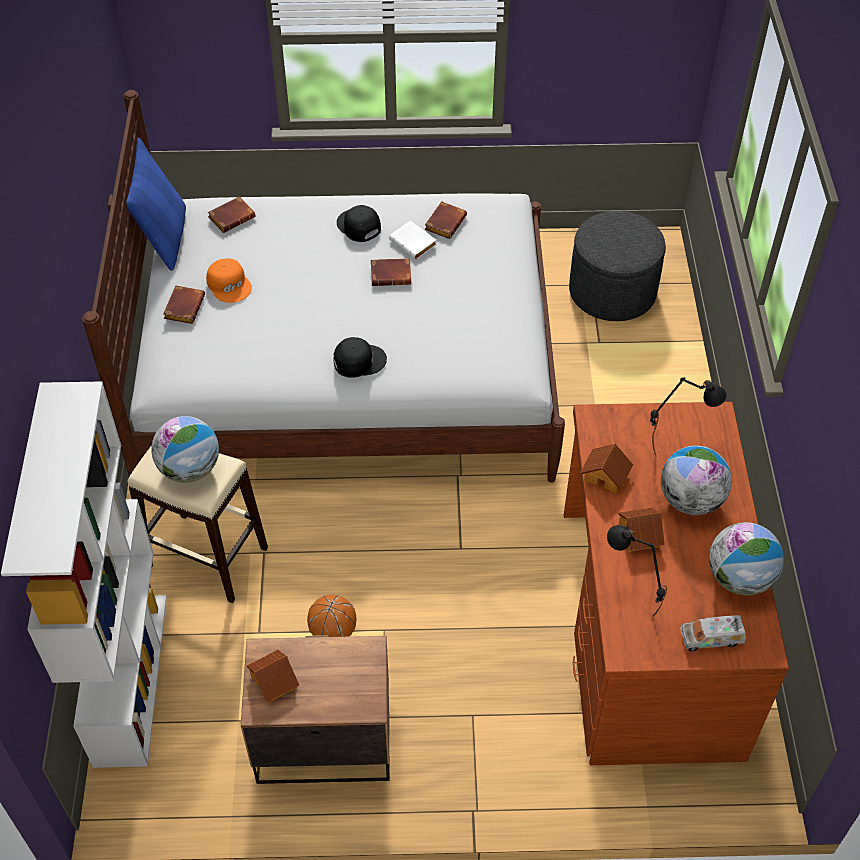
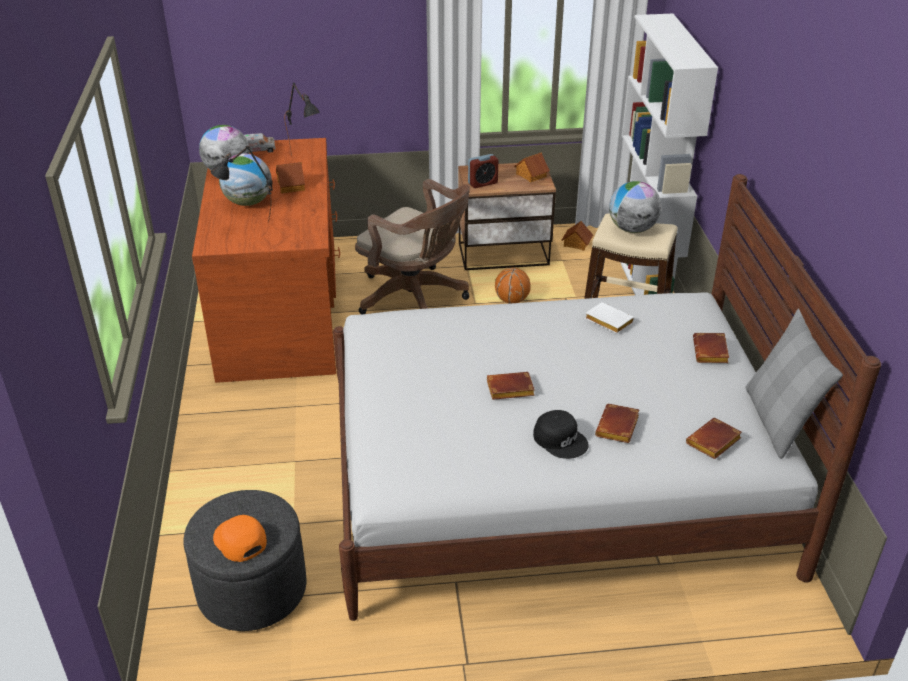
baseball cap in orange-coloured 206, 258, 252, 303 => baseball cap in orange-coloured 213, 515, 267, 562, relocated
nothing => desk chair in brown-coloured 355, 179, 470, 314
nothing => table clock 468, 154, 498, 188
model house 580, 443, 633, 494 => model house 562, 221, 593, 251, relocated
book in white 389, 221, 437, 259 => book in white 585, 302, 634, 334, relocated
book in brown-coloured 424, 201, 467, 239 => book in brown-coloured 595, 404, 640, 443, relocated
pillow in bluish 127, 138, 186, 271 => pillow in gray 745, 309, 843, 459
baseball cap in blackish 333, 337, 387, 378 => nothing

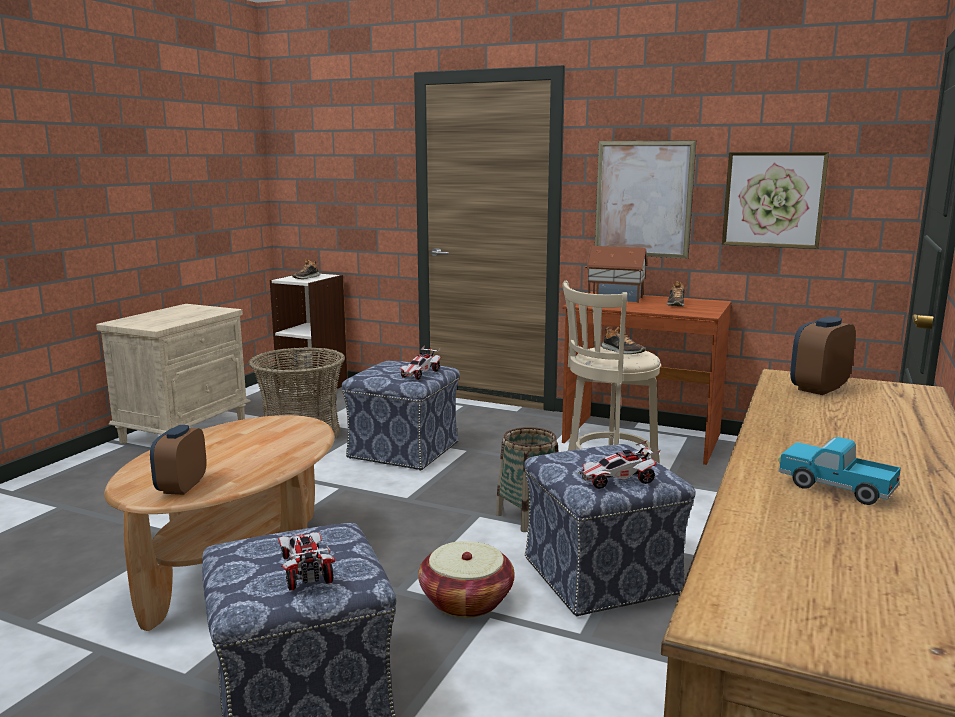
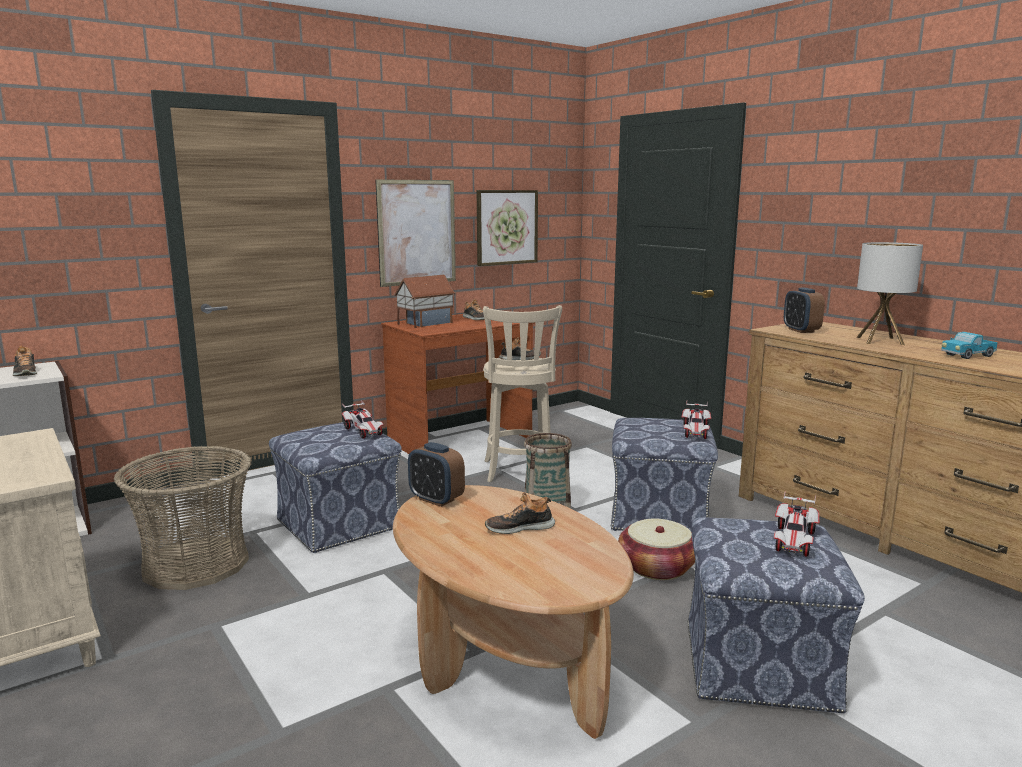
table clock 150, 425, 207, 495 => table clock 408, 442, 465, 507, relocated
nothing => shoe 485, 492, 555, 534
toy car 278, 532, 335, 591 => toy car 774, 491, 819, 556, 75 degrees counterclockwise
nothing => table lamp 857, 242, 923, 345

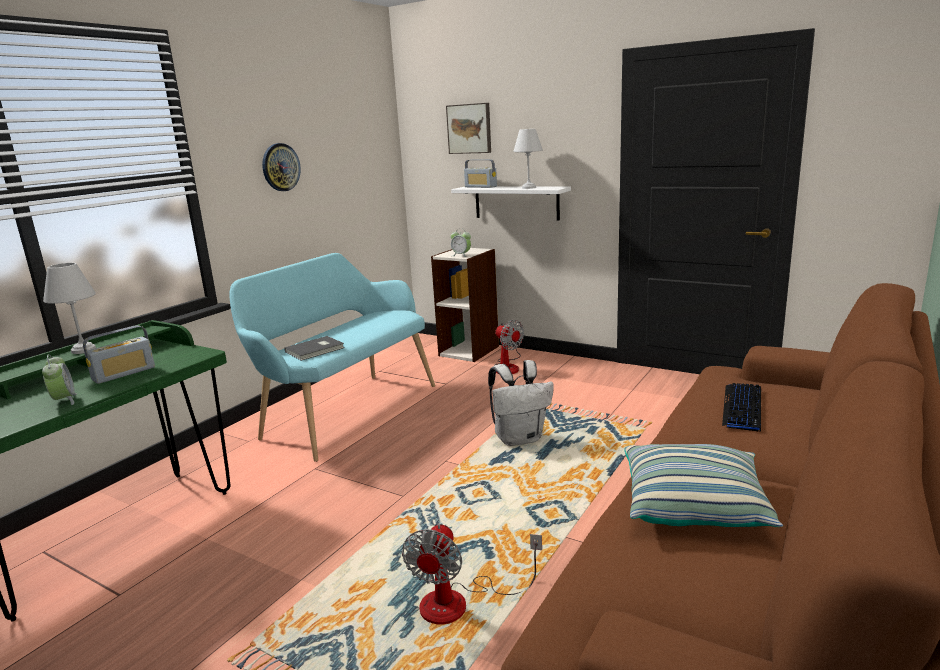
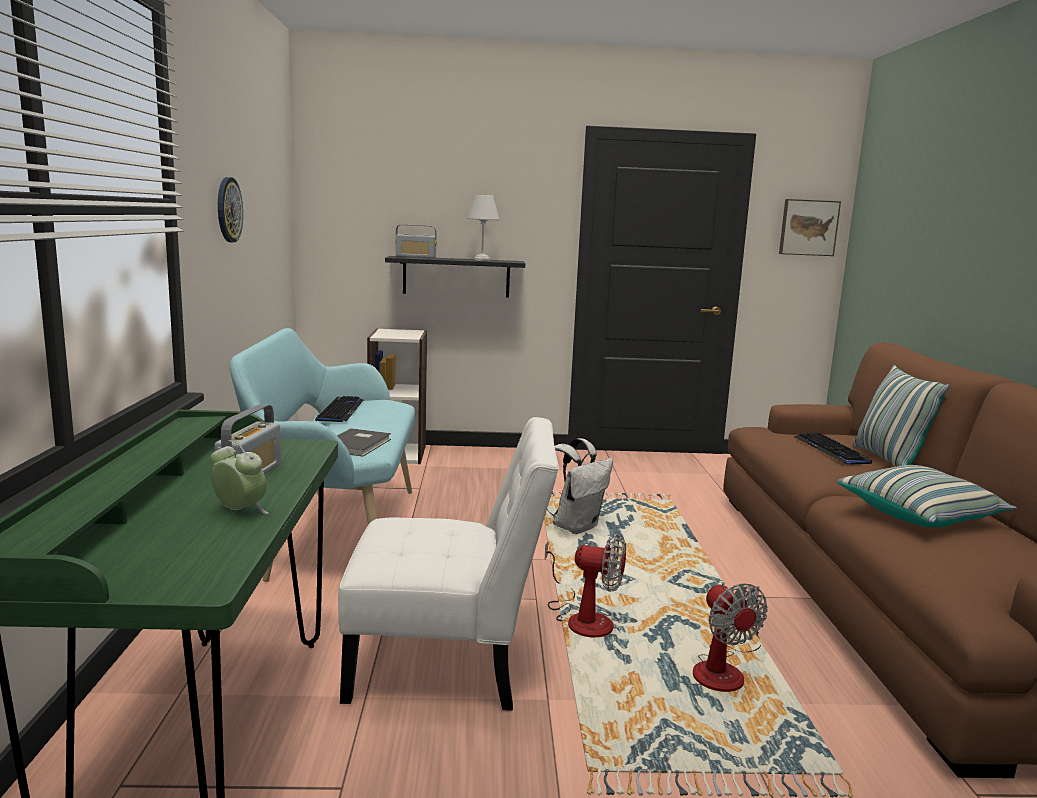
nothing => PC keyboard 315, 396, 363, 422
nothing => chair in white 338, 417, 559, 711
bracket shelf in white 451, 186, 571, 220 => bracket shelf in blackish 385, 256, 525, 298
fan 494, 320, 524, 374 => fan 545, 533, 626, 638, relocated
picture 446, 103, 491, 154 => picture 779, 199, 841, 256, relocated
nothing => pillow 853, 365, 950, 467
table lamp in white 43, 263, 96, 354 => nothing
table clock 451, 228, 471, 257 => nothing

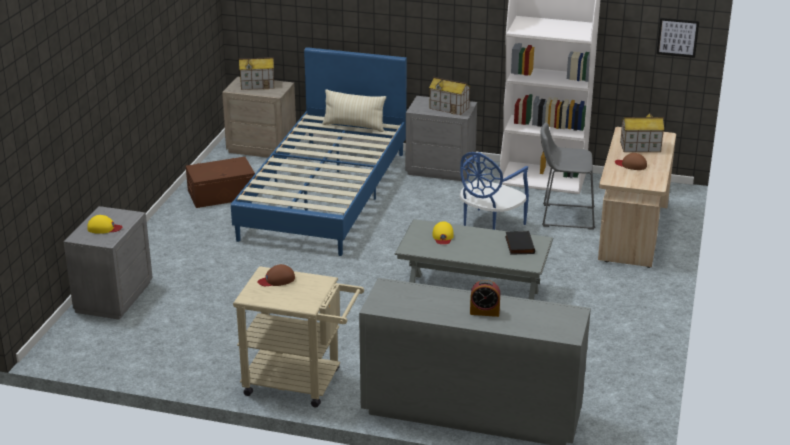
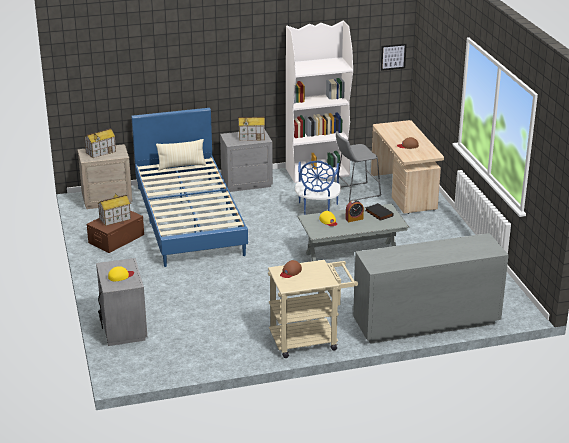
model house 620, 112, 664, 152 => model house 98, 193, 131, 226, relocated
table clock 470, 280, 500, 317 => table clock 345, 200, 364, 222, relocated

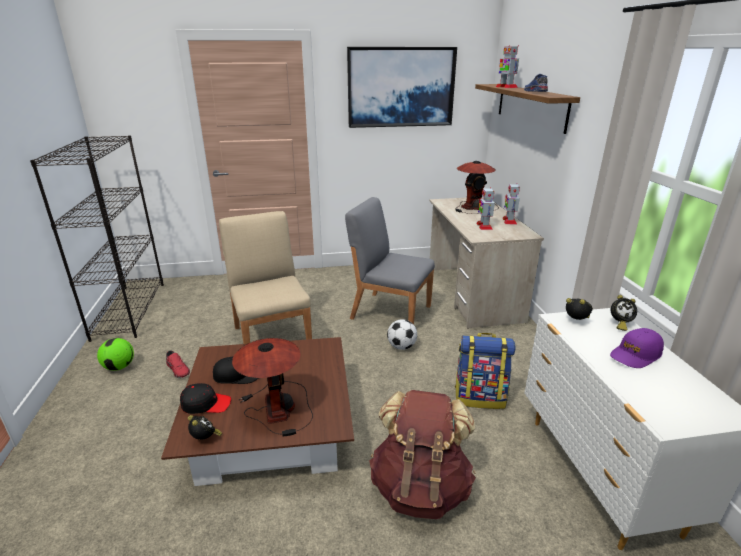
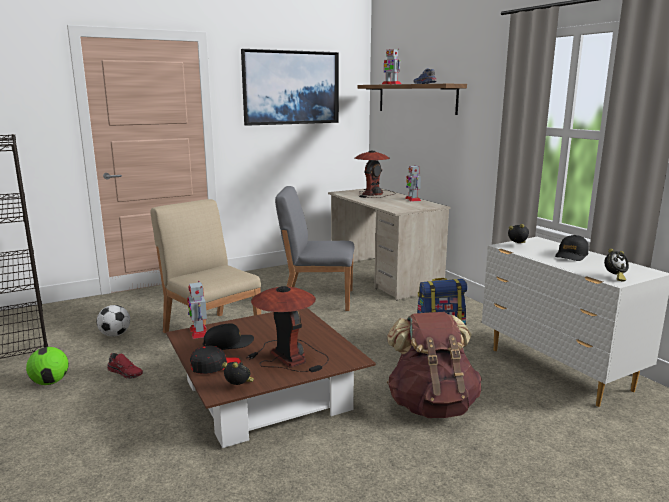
ball for football 387, 319, 417, 350 => ball for football 96, 305, 130, 337, relocated
toy robot 477, 187, 495, 230 => toy robot 187, 281, 207, 339, relocated
baseball cap in purplish 610, 328, 664, 368 => baseball cap in blackish 555, 235, 589, 261
table clock 611, 295, 637, 331 => table clock 604, 249, 629, 281, relocated

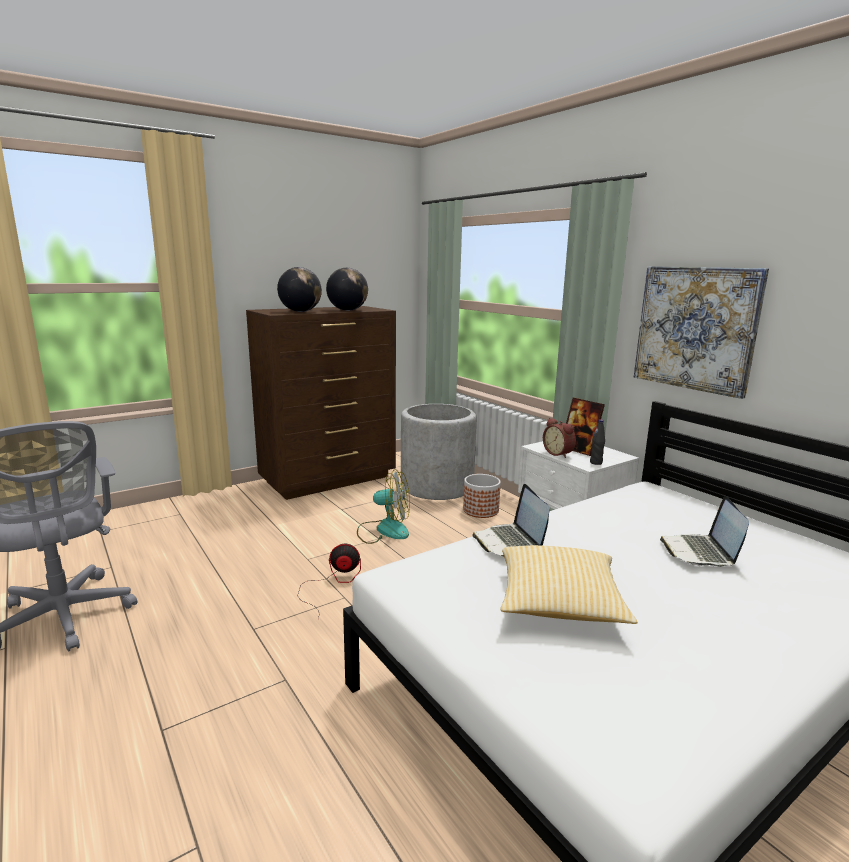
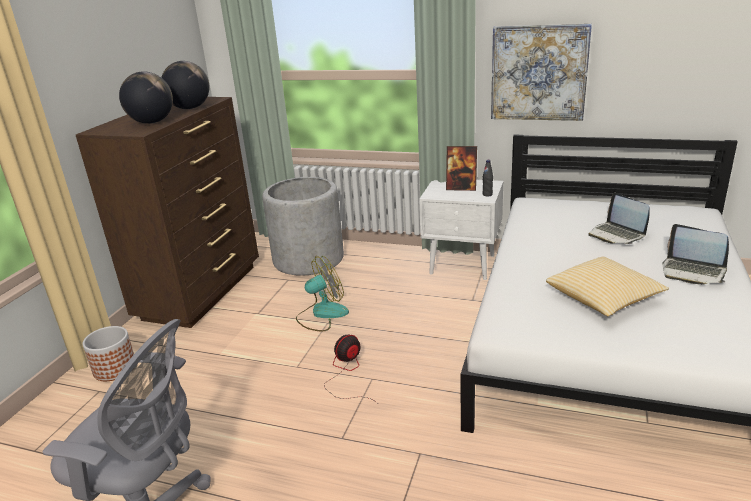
flower pot 463, 474, 501, 518 => flower pot 83, 326, 134, 381, relocated
notebook computer 472, 484, 550, 557 => notebook computer 662, 224, 729, 285, relocated
table clock 543, 418, 576, 458 => nothing

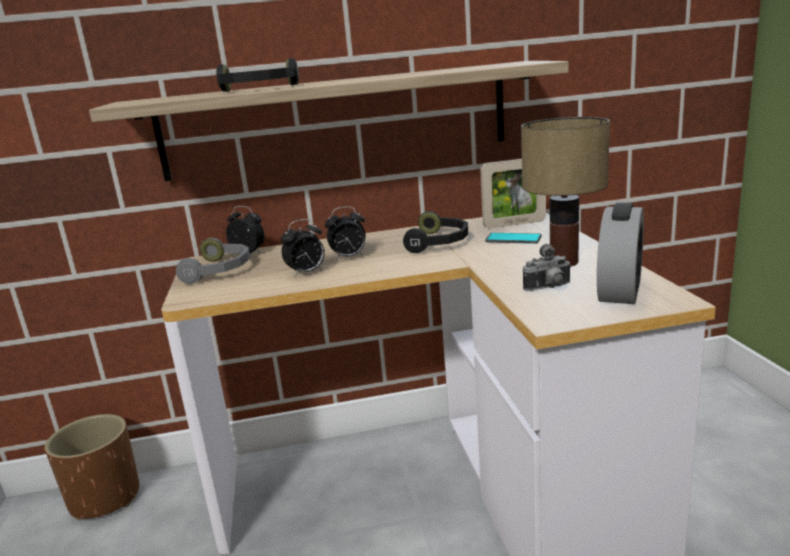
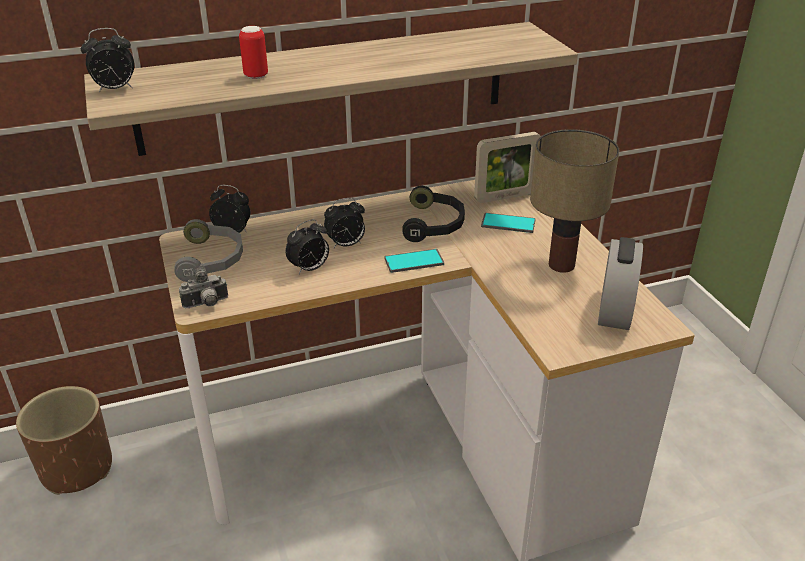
nothing => table clock 81, 28, 134, 92
still camera 523, 244, 571, 291 => still camera 179, 265, 228, 308, relocated
pair of headphones in blackish 216, 58, 299, 91 => metal can 239, 26, 268, 79
nothing => telephone 385, 249, 444, 273

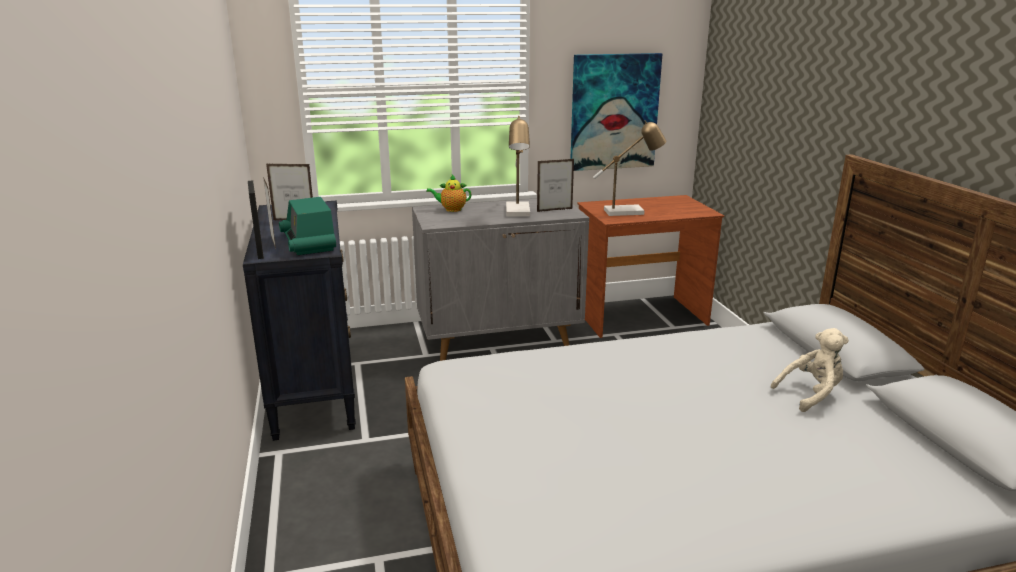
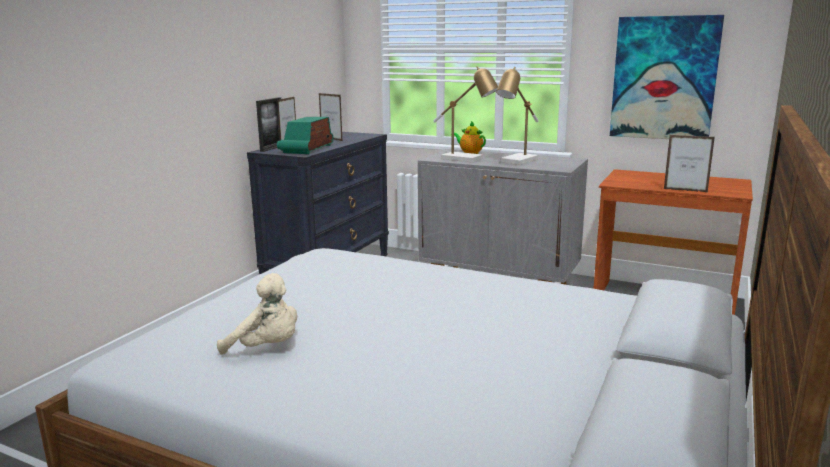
soft toy in sand-coloured 771, 328, 849, 412 => soft toy in sand-coloured 217, 273, 297, 355, relocated
table lamp 593, 120, 666, 216 => table lamp 433, 66, 498, 162, relocated
photo frame 537, 159, 574, 212 => photo frame 664, 135, 715, 192, relocated

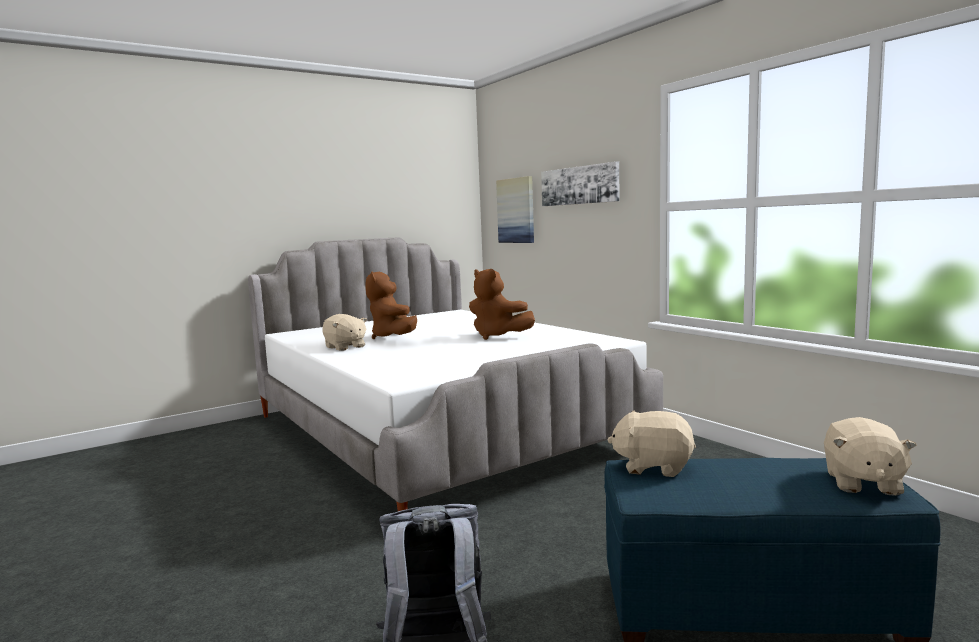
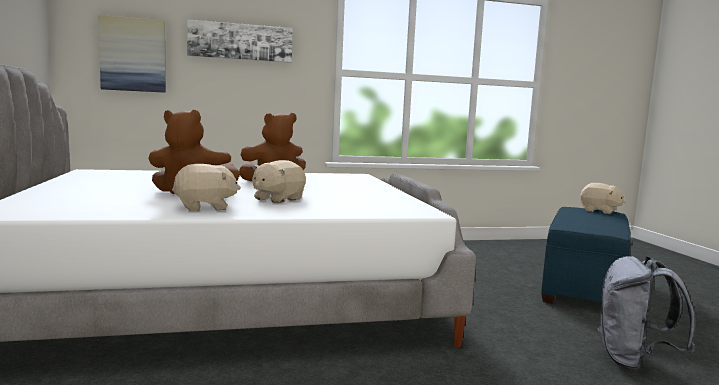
soft toy in sand-coloured 608, 410, 696, 477 => soft toy in sand-coloured 252, 160, 306, 203, relocated

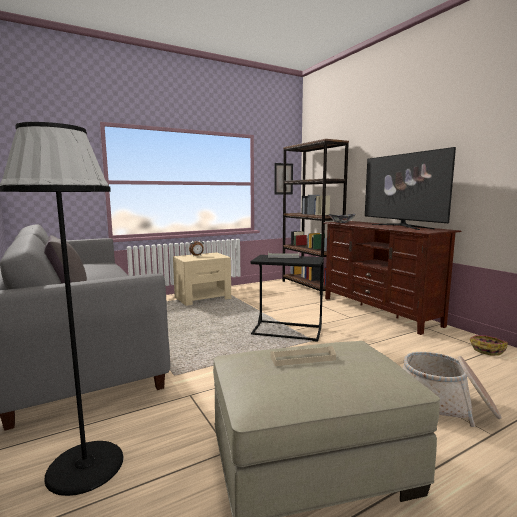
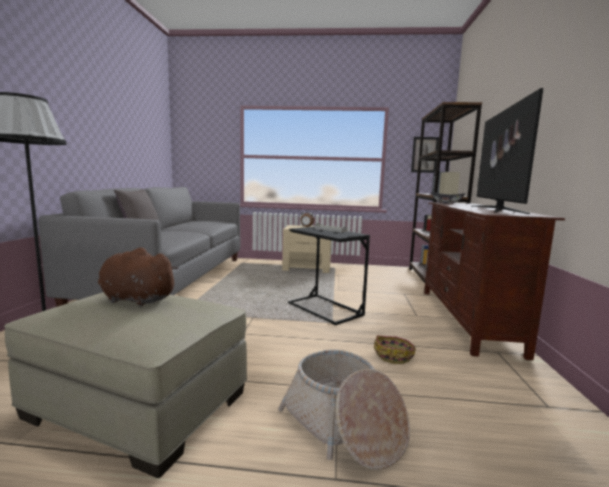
serving tray in sand-coloured 271, 346, 336, 366 => soft toy in brown-coloured 98, 248, 179, 306
household basket 469, 335, 508, 356 => household basket 374, 335, 416, 364, relocated

